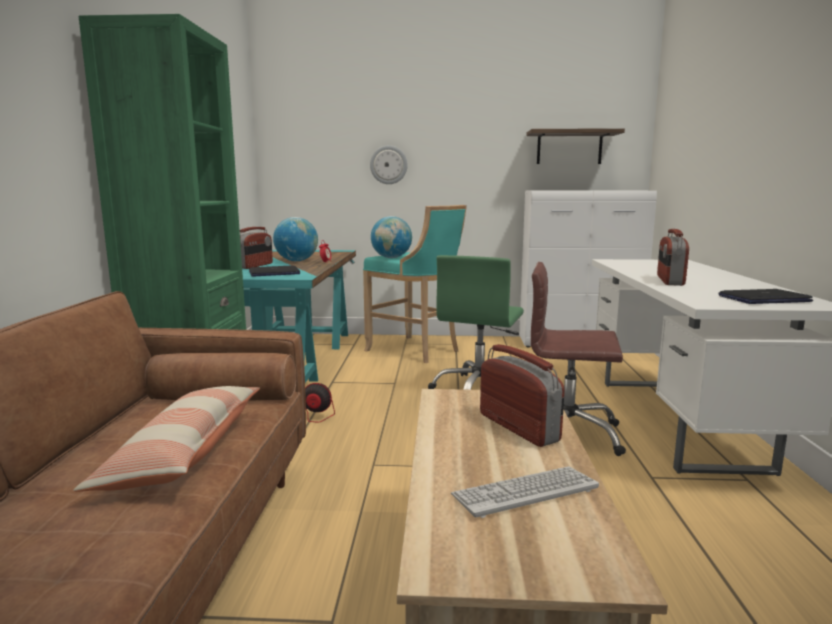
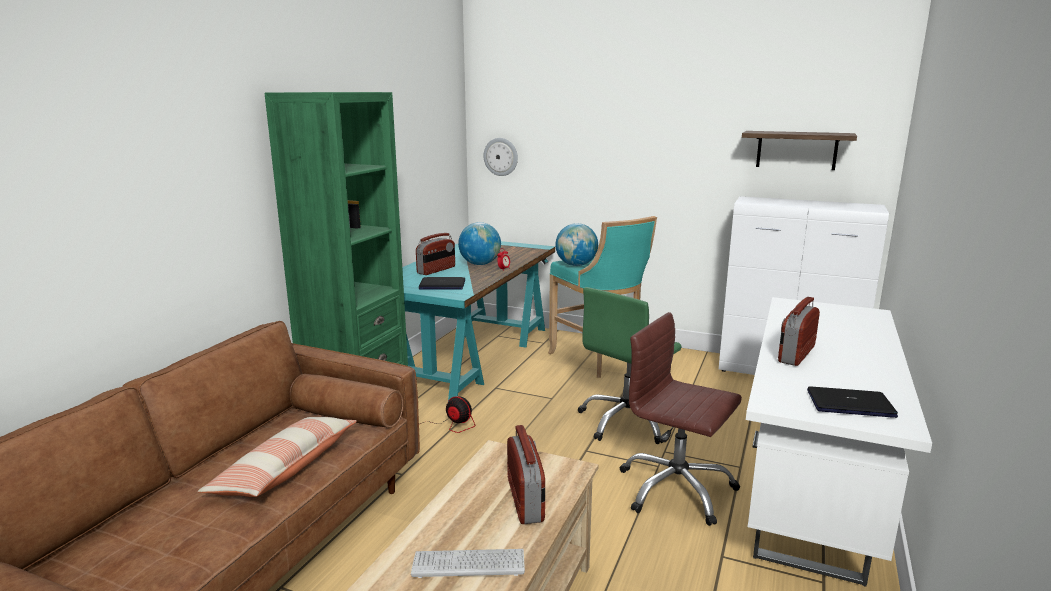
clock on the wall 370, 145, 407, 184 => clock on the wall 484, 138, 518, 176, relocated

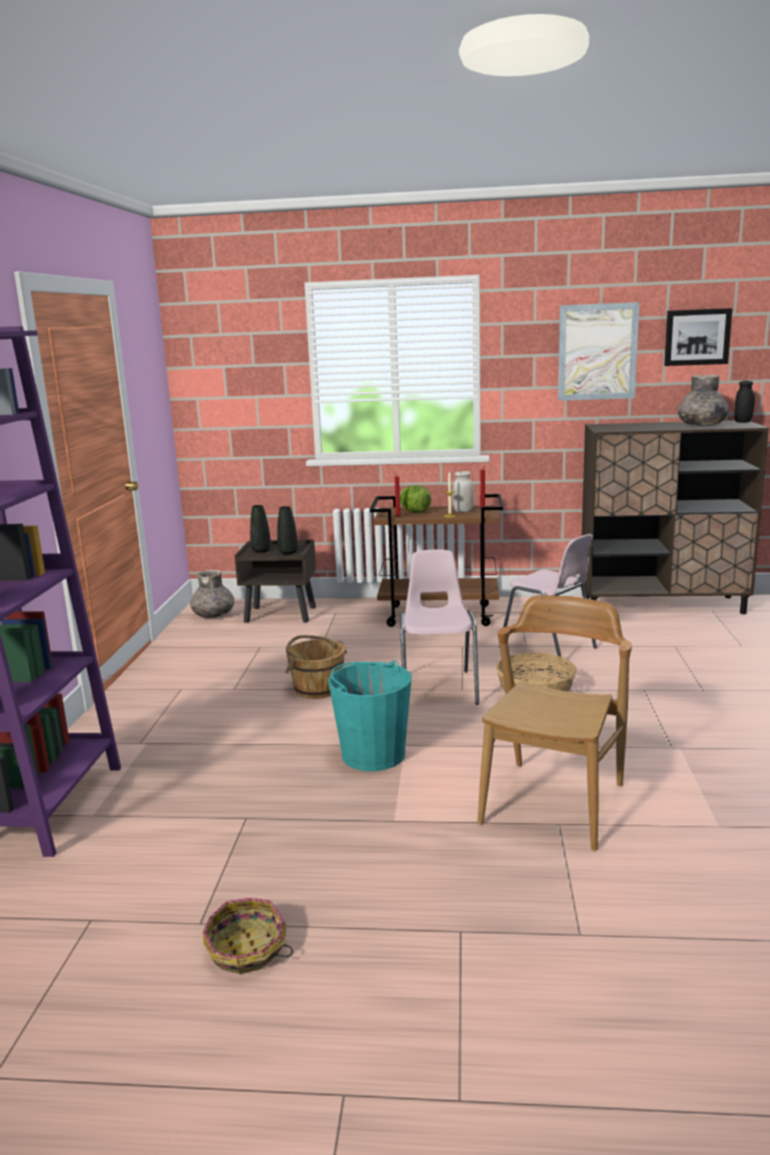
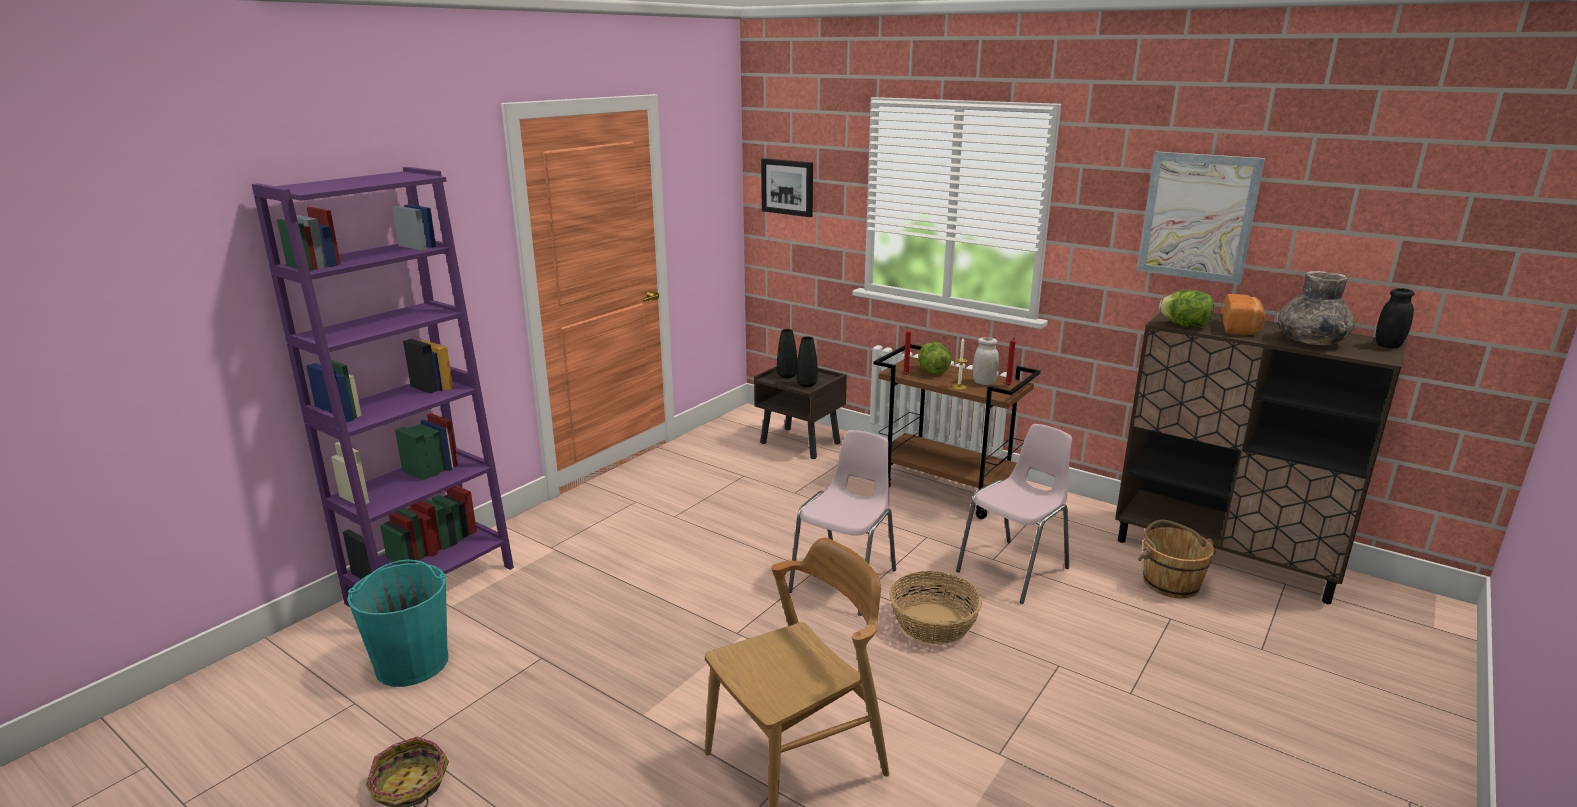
pail in turquoise 328, 661, 412, 771 => pail in turquoise 347, 560, 448, 687, relocated
picture 664, 308, 732, 366 => picture 761, 158, 813, 217, relocated
chair in pink-coloured 499, 534, 597, 665 => chair in pink-coloured 956, 424, 1072, 604, 120 degrees counterclockwise
pail in brown-coloured 285, 635, 347, 698 => pail in brown-coloured 1137, 520, 1216, 598, relocated
nothing => head of lettuce 1159, 290, 1214, 327
nothing => bread 1222, 294, 1265, 335
vase in gray 190, 570, 235, 618 => nothing

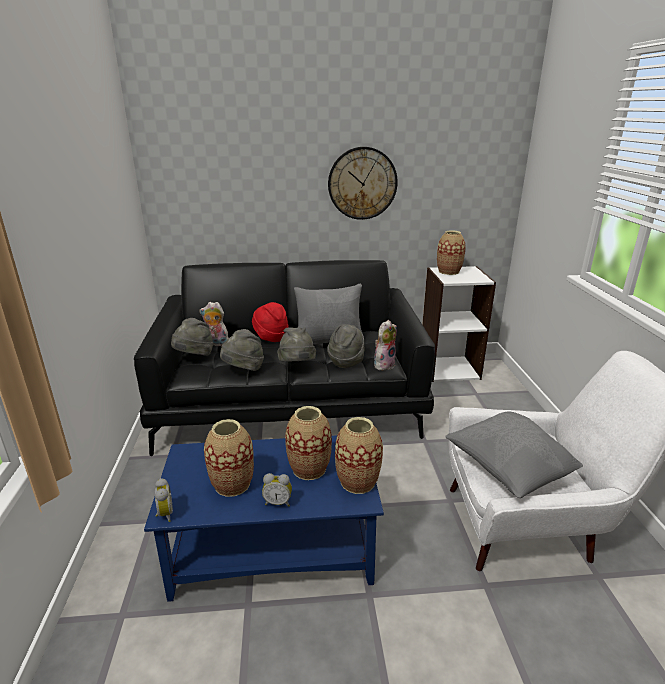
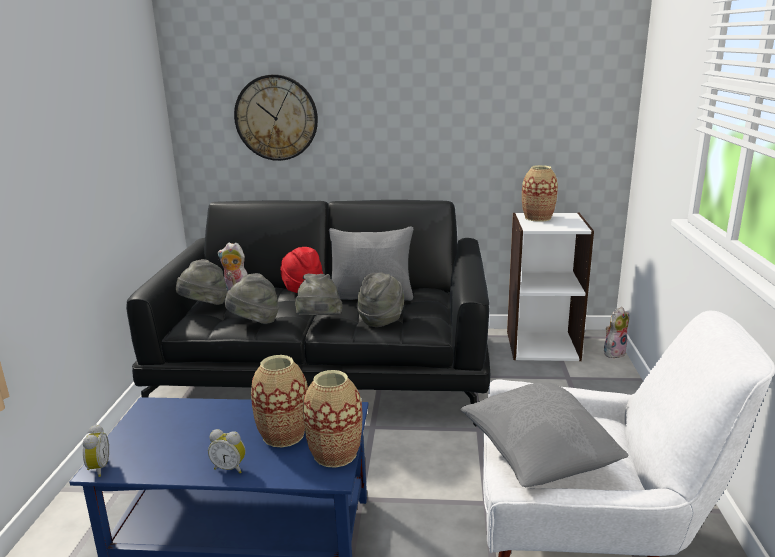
clock on the wall 328, 147, 398, 220 => clock on the wall 234, 74, 318, 161, relocated
soft toy 374, 320, 397, 370 => soft toy 604, 307, 629, 358, relocated
vase 204, 419, 254, 497 => nothing

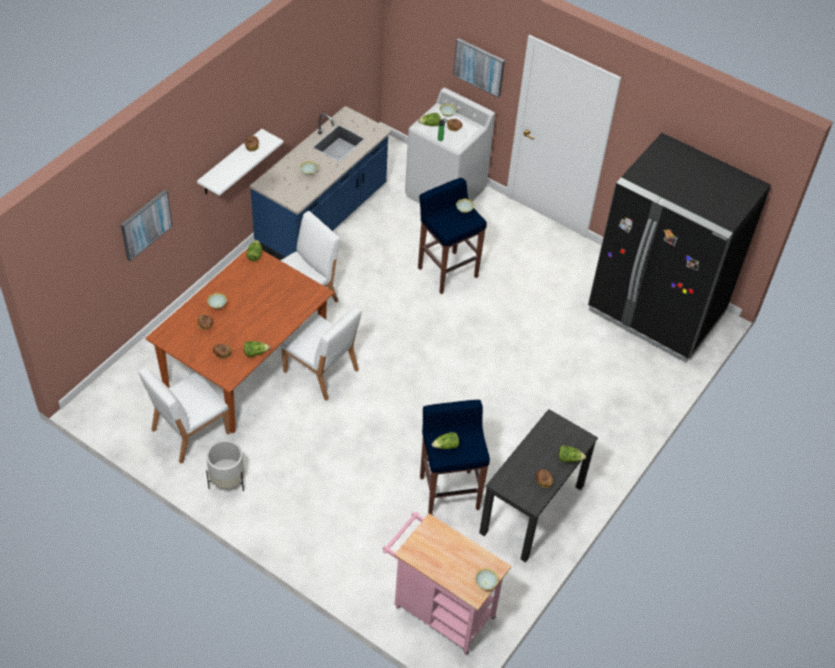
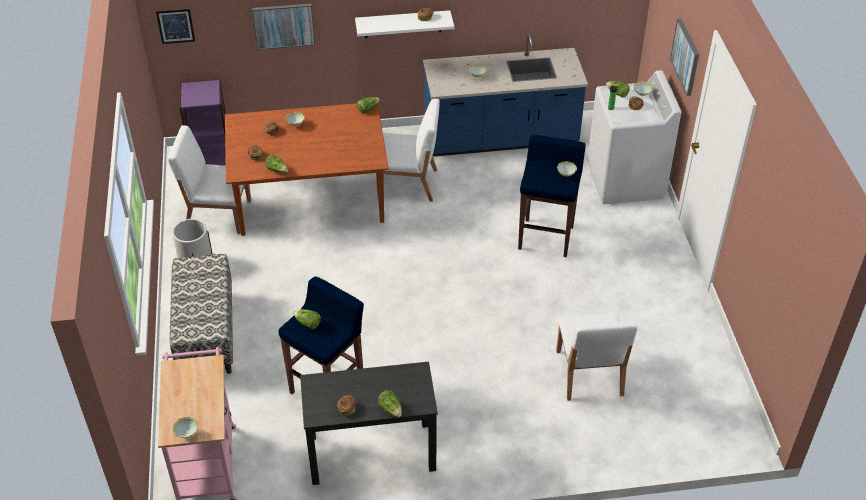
nothing => picture 156, 9, 195, 44
nothing => indoor bench 169, 254, 233, 374
nothing => bookcase in purplish 179, 80, 226, 166
chair in white 281, 307, 362, 401 => chair in white 556, 313, 638, 401, relocated
fridge in blackish 588, 133, 771, 363 => nothing

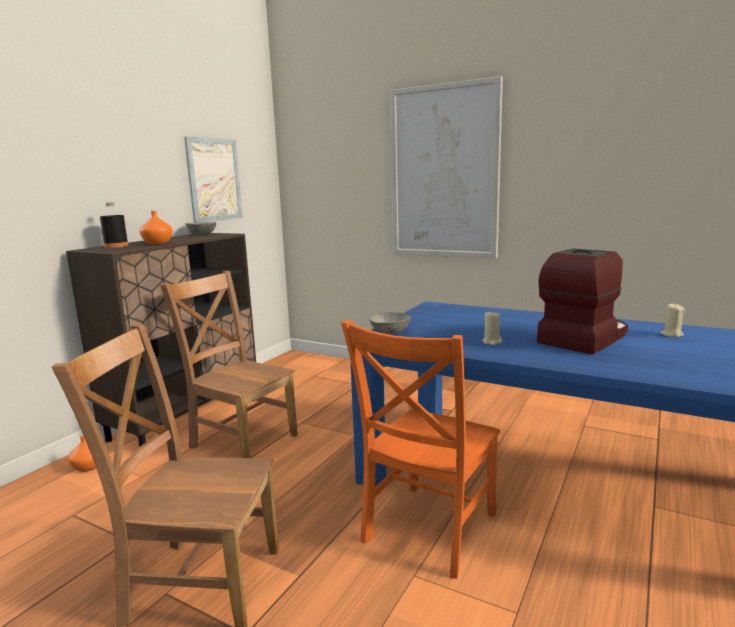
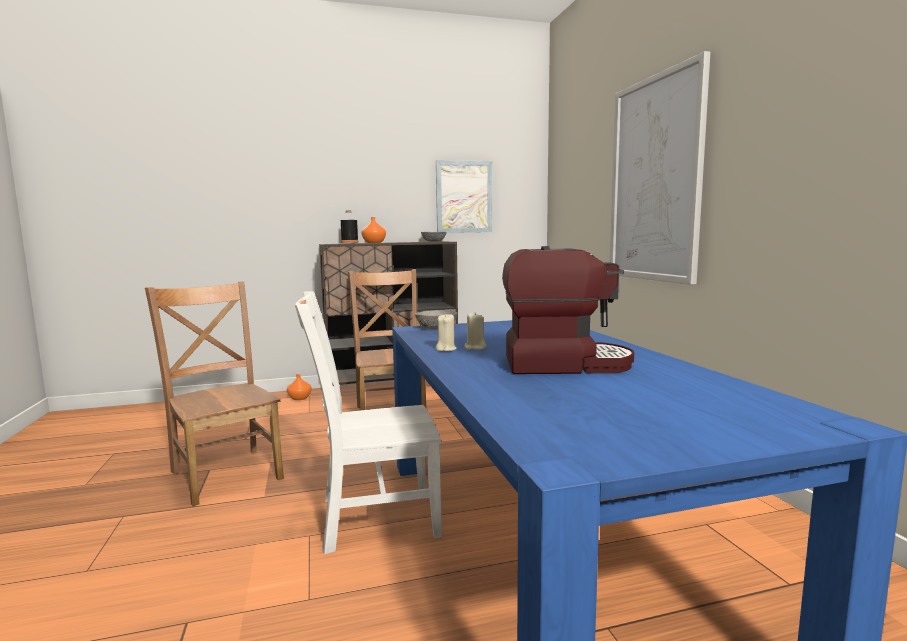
chair in orange-coloured 341, 320, 500, 579 => chair in white 295, 292, 442, 554
candle in sand-coloured 660, 303, 685, 337 => candle in sand-coloured 435, 313, 457, 351, relocated

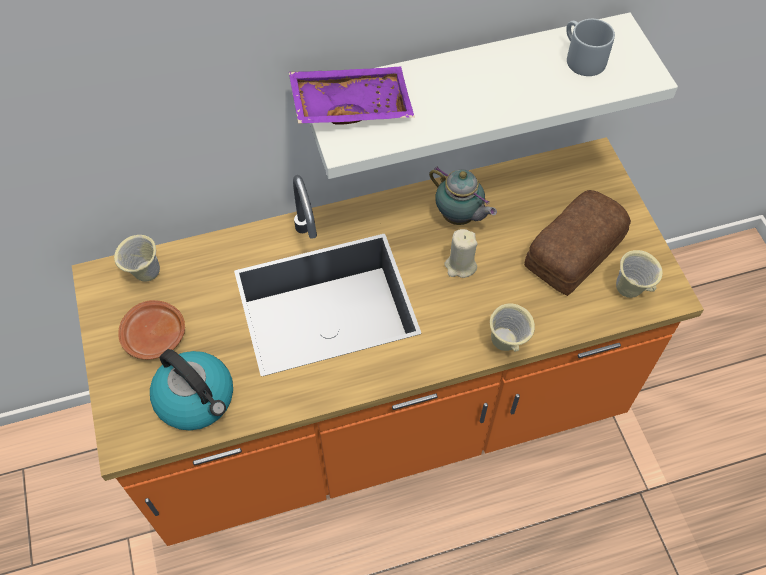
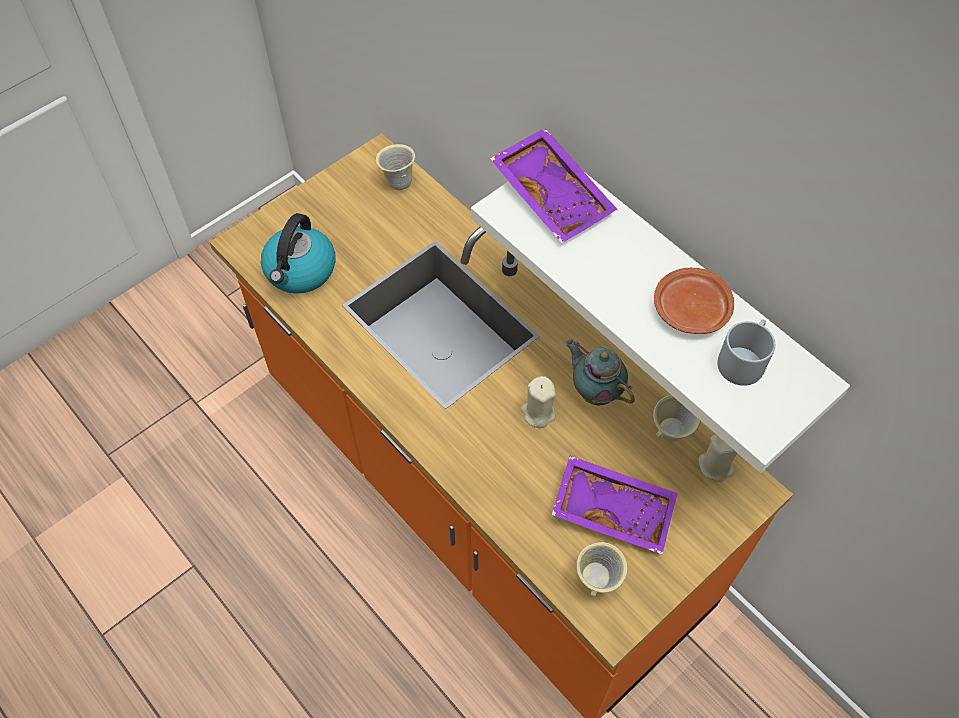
bread 524, 190, 631, 296 => serving tray in purplish 552, 456, 678, 554
teapot 429, 167, 497, 225 => teapot 565, 340, 635, 405, 120 degrees clockwise
coffee mug in sand-coloured 490, 303, 535, 352 => coffee mug in sand-coloured 653, 395, 701, 442, relocated
flat dish in brown-coloured 118, 300, 185, 360 => flat dish in brown-coloured 654, 268, 734, 334, relocated
nothing => candle in sand-coloured 699, 435, 737, 482

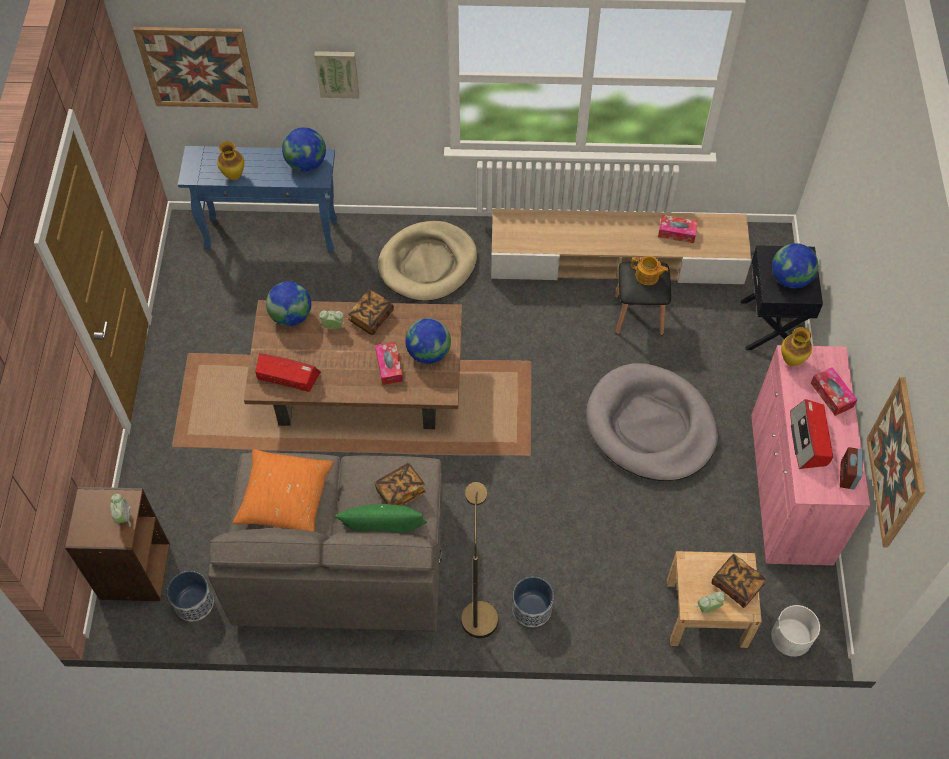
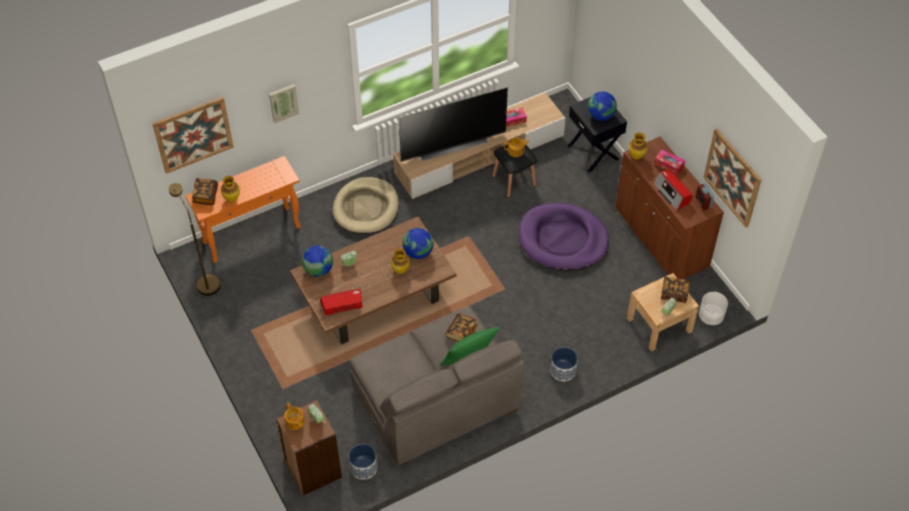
floor lamp in brown-coloured 461, 482, 498, 638 => floor lamp in brown-coloured 169, 183, 220, 296, relocated
narrow table in bluish 178, 146, 337, 252 => narrow table in orange-coloured 185, 156, 301, 263
book 348, 290, 394, 335 => book 192, 178, 218, 205, relocated
nothing => teapot 284, 403, 305, 430
tissue box 375, 342, 403, 385 => vase 391, 248, 410, 274
nothing => TV 399, 88, 508, 162
pet bed in gray 586, 363, 718, 481 => pet bed in purplish 519, 203, 609, 271
cabinet in pink-coloured 751, 345, 870, 566 => cabinet in brown-coloured 615, 137, 724, 279
pillow in orange-coloured 233, 449, 334, 531 => nothing
desk globe 282, 127, 326, 171 => nothing

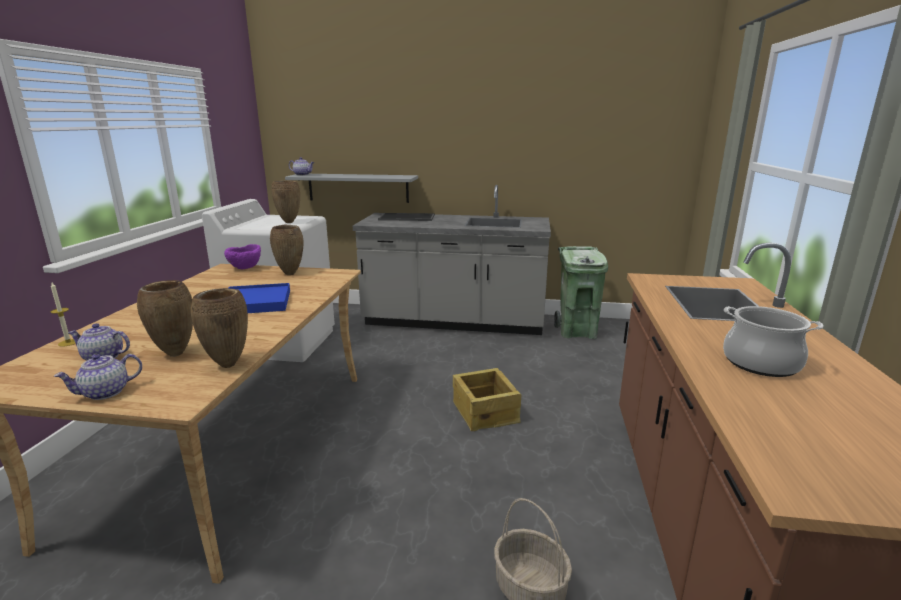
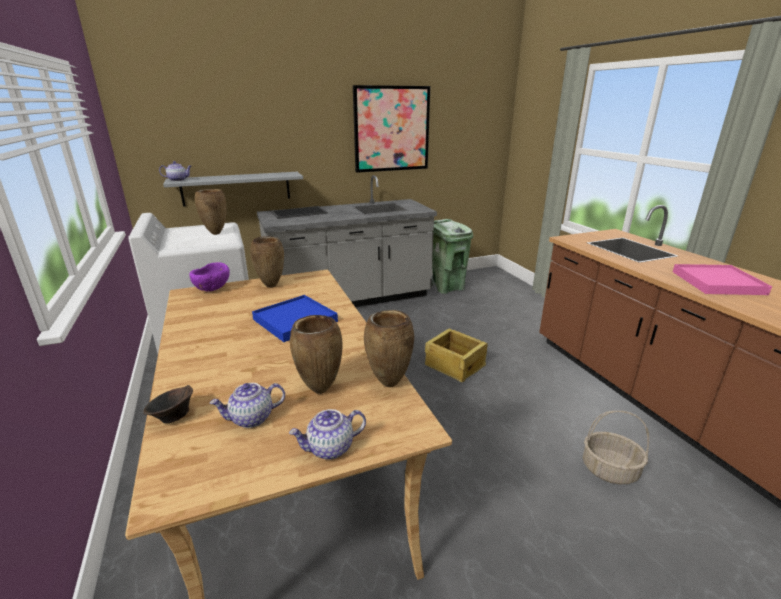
candle 51, 283, 76, 347 => deep dish in brown-coloured 143, 385, 193, 424
teapot 54, 354, 142, 400 => teapot 289, 409, 366, 460, 45 degrees clockwise
nothing => picture 353, 85, 430, 173
cooking pot 723, 306, 824, 377 => serving tray in pink-coloured 673, 264, 772, 295

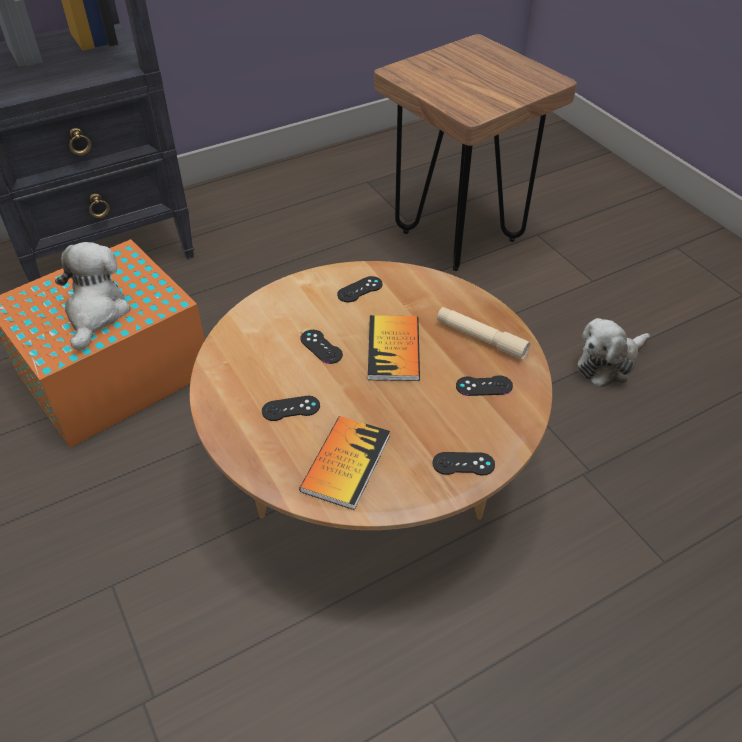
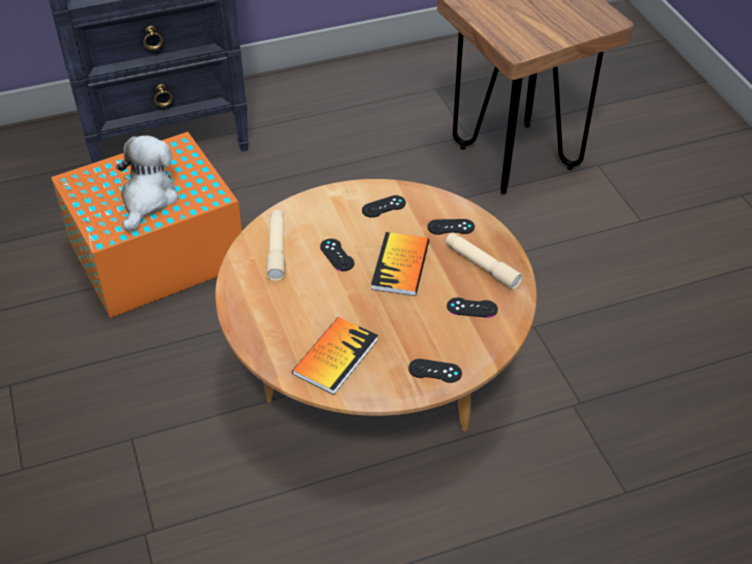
nothing => hand torch in sand-coloured 267, 210, 285, 281
gamepad in blackish 262, 396, 320, 421 => gamepad in blackish 427, 219, 475, 235, relocated
soft toy 577, 318, 650, 387 => nothing

